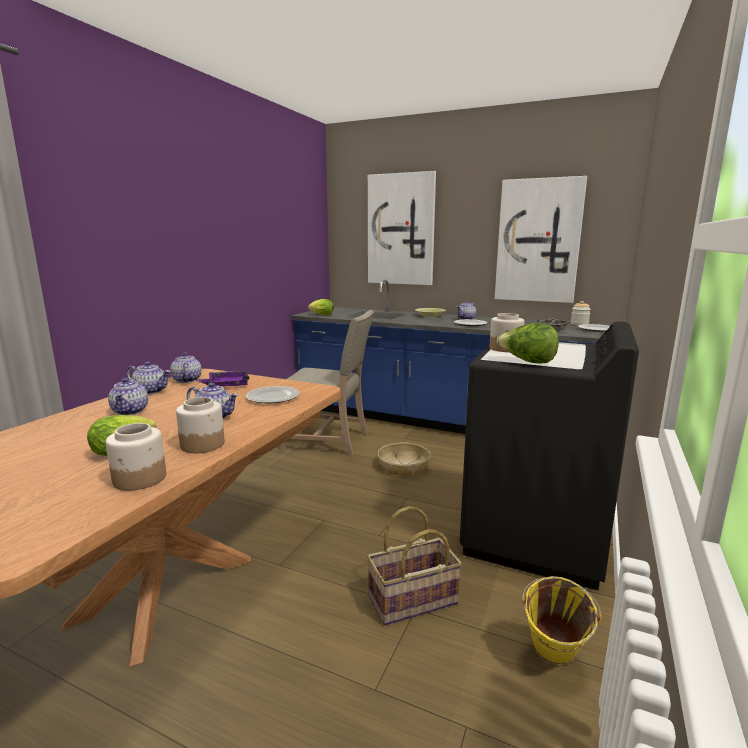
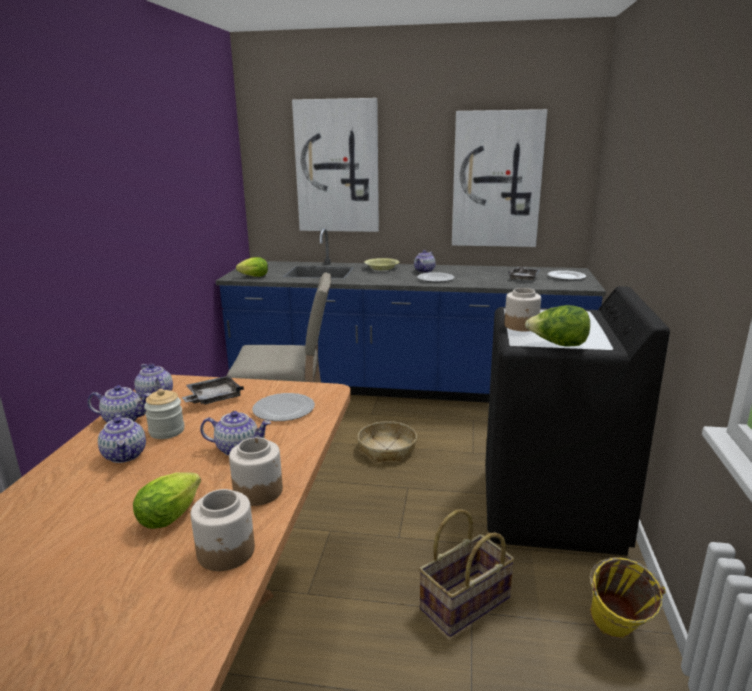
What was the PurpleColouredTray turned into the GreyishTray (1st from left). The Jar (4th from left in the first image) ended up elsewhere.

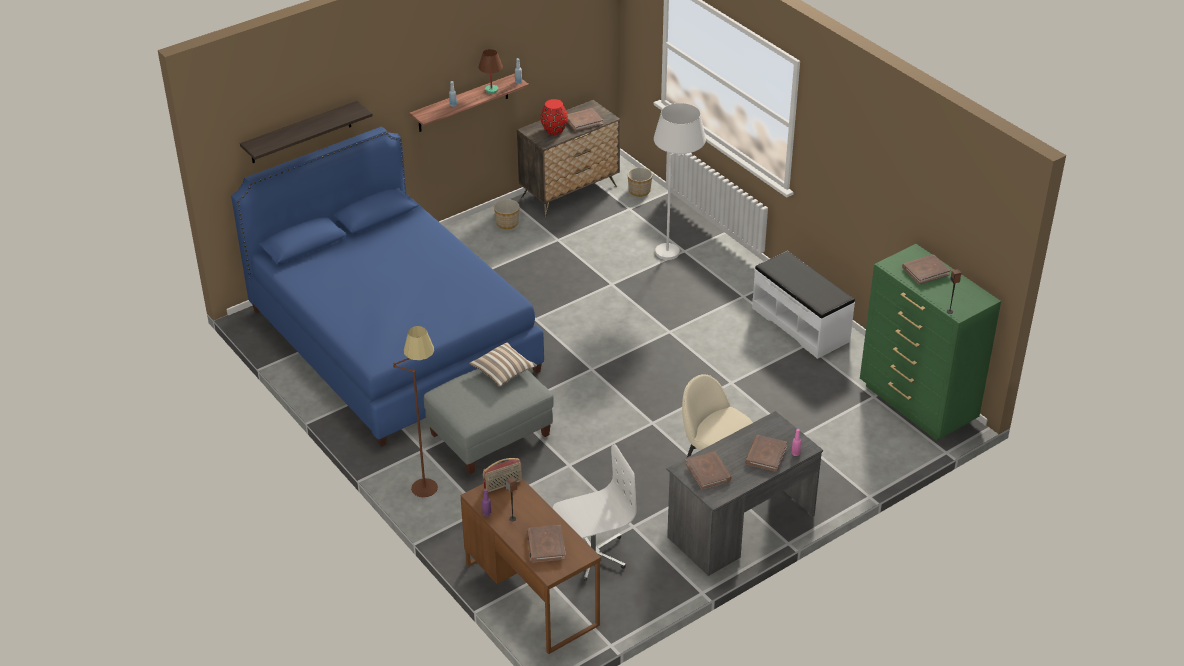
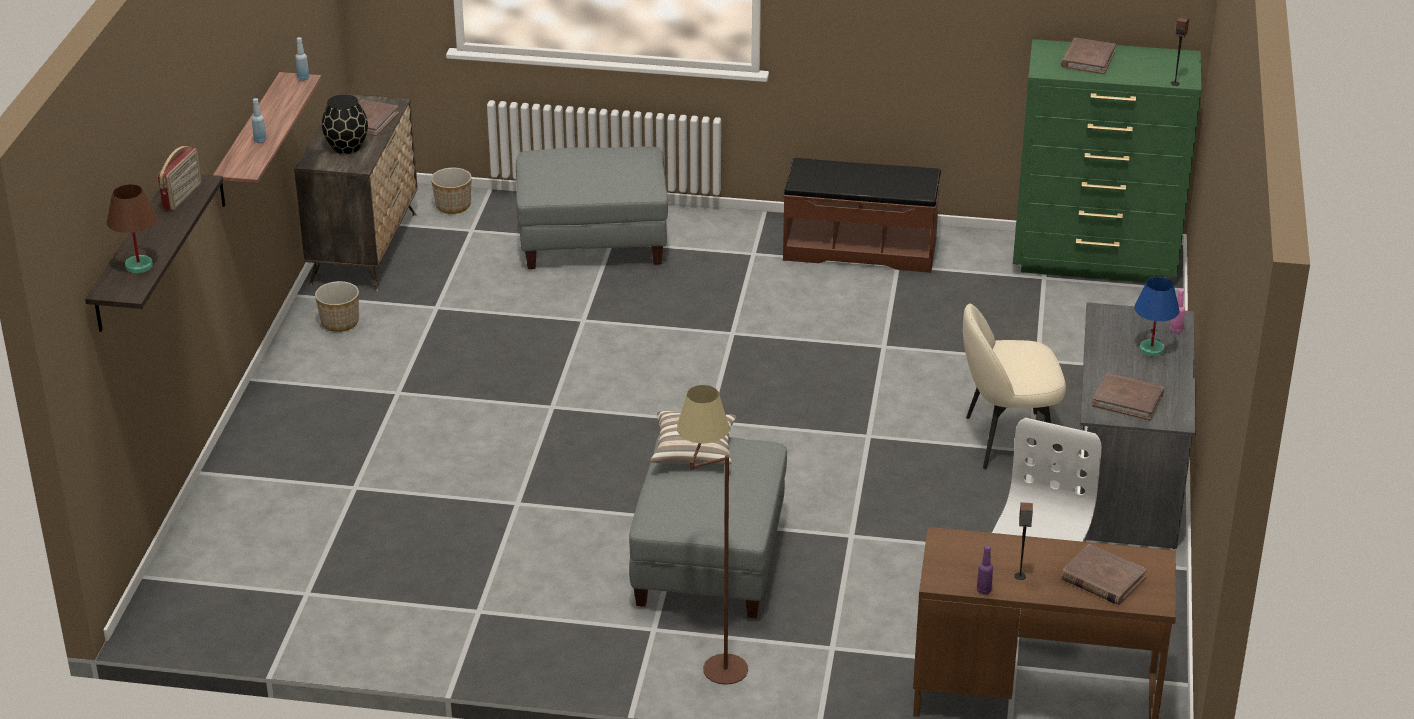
The second view lost the BluishBed. The BrownColouredTableLamp ended up elsewhere. The RadioReceiver ended up elsewhere. What was the RedDecorativeVase turned into the BlackColouredDecorativeVase. Where the WhiteStandingLamp stood, the GreyishOttoman (1st from left) came to stand. Where the BrownColouredBoundBook (4th from left) stood, the BluishTableLamp came to stand. What was the WhiteIndoorBench turned into the BrownColouredIndoorBench.

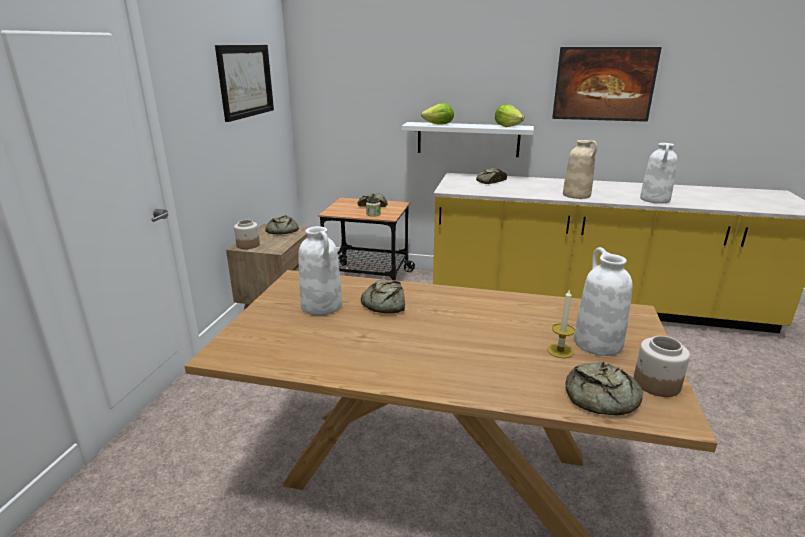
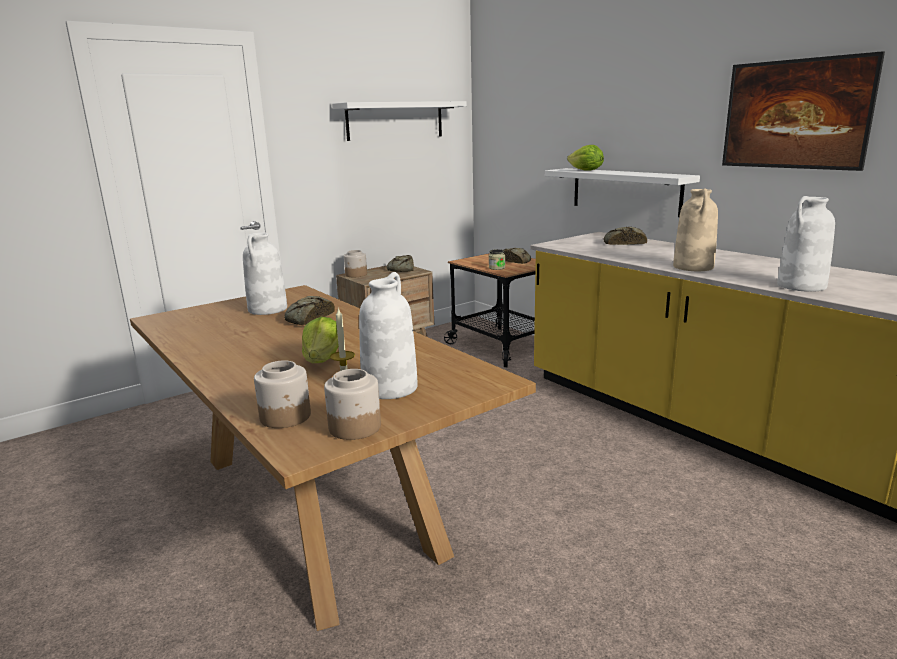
Where the WallPicture (1st from left) hung, the WhiteWallShelf (1st from left) came to hang. The HeadOfLettuce (2nd from left in the first image) ended up elsewhere. Where the BakeryBread (5th from left) stood, the Jar (1st from left) came to stand.

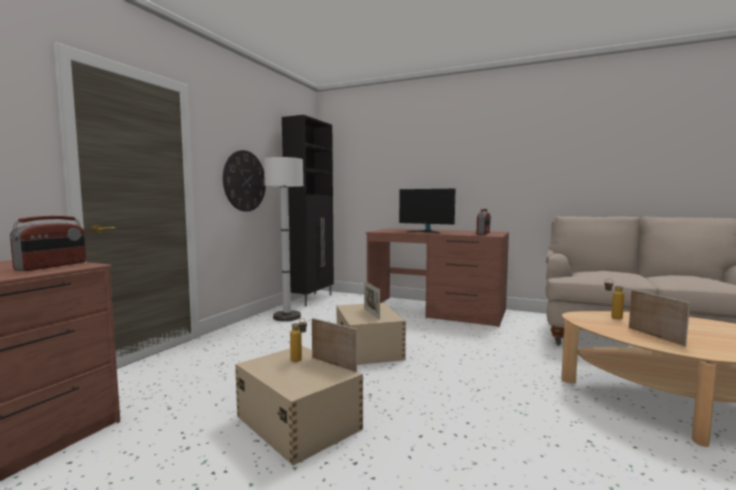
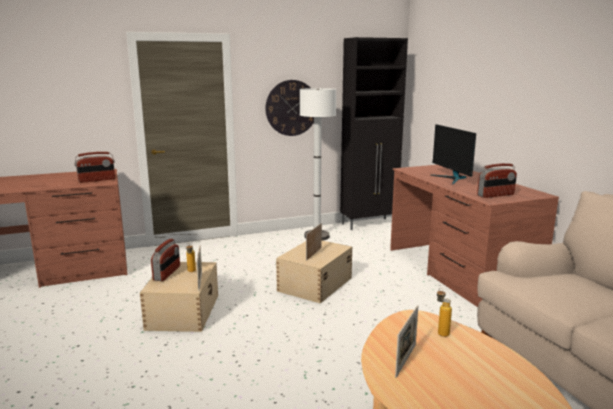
The second view gained the RadioReceiver (2nd from left).

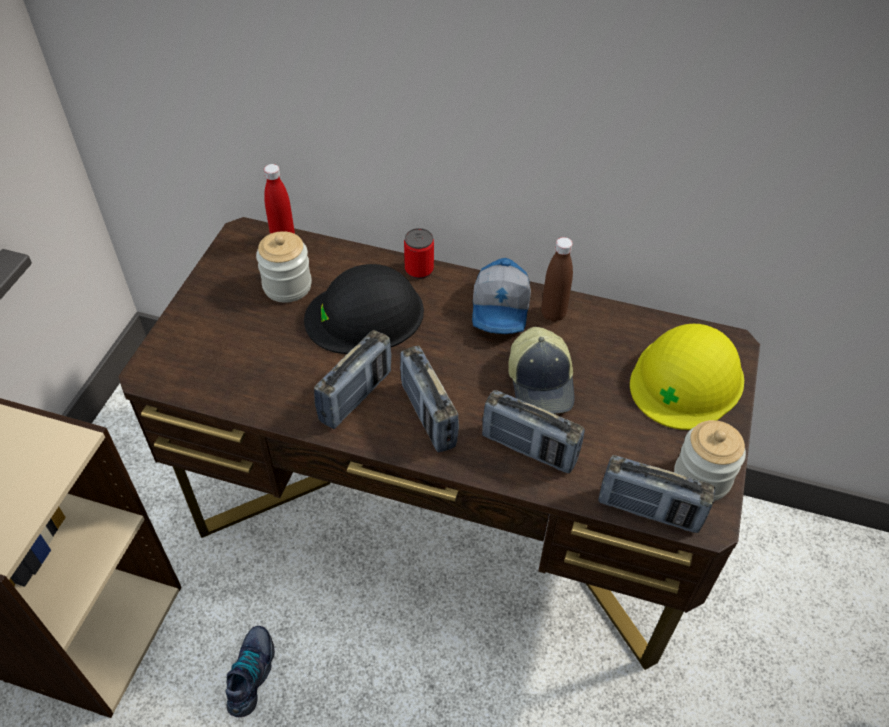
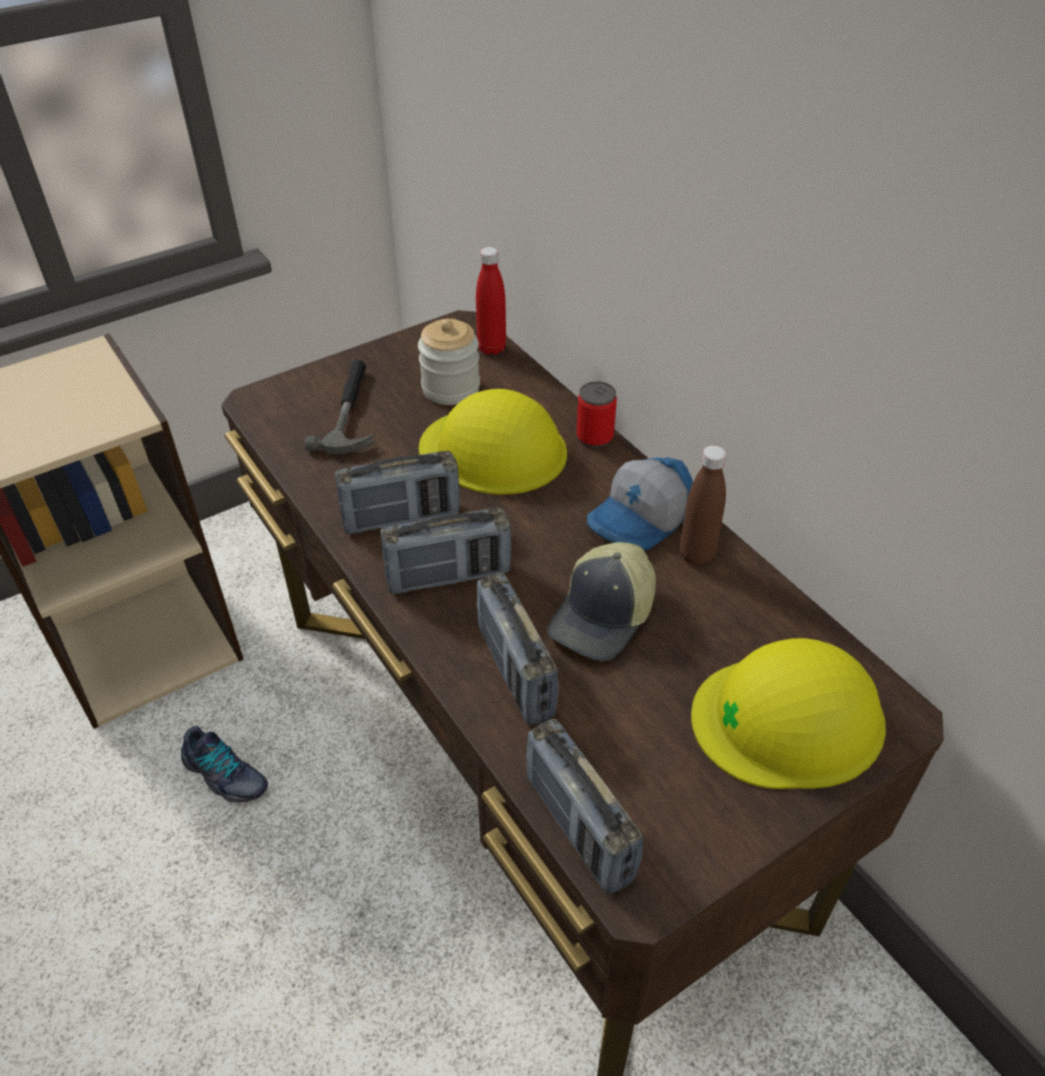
The Shoe ended up facing another way, 75 degrees clockwise from before. What was the BlackColouredWorkHelmet turned into the YellowishWorkHelmet (1st from left). The RadioReceiver (2nd from left) ended up facing another way, 120 degrees counterclockwise from before. The second view lost the Jar (2nd from left). The second view gained the ToolHammer.

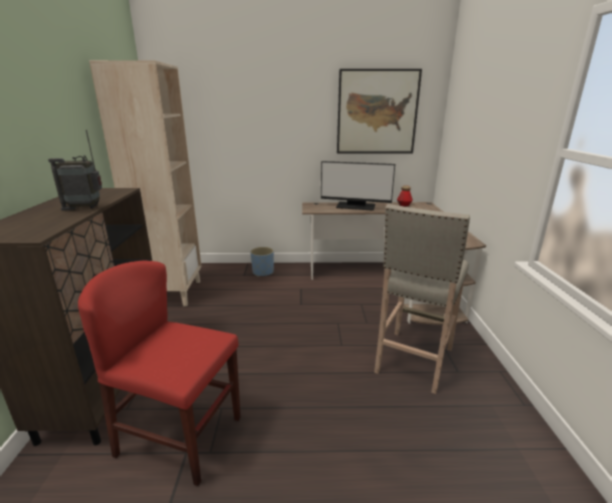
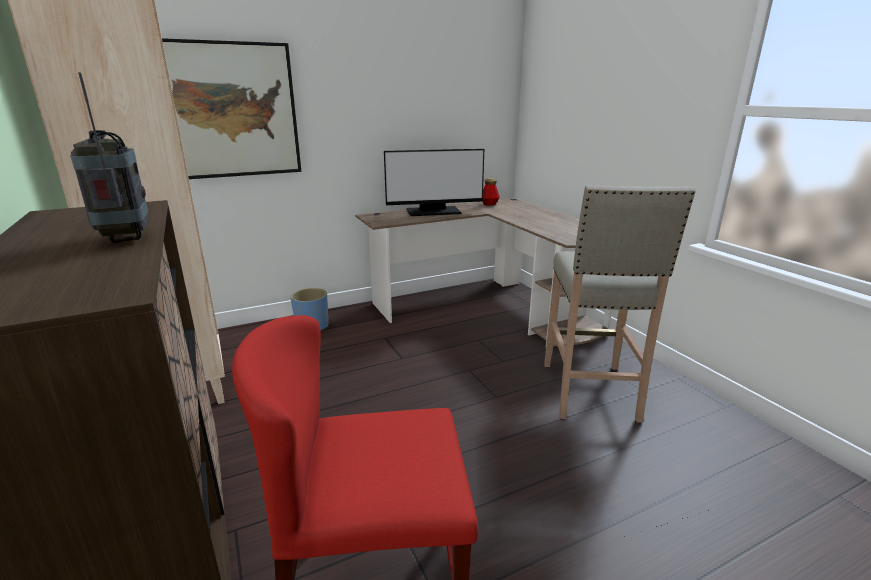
The RadioReceiver ended up facing another way, 105 degrees clockwise from before. The WallPicture ended up elsewhere.

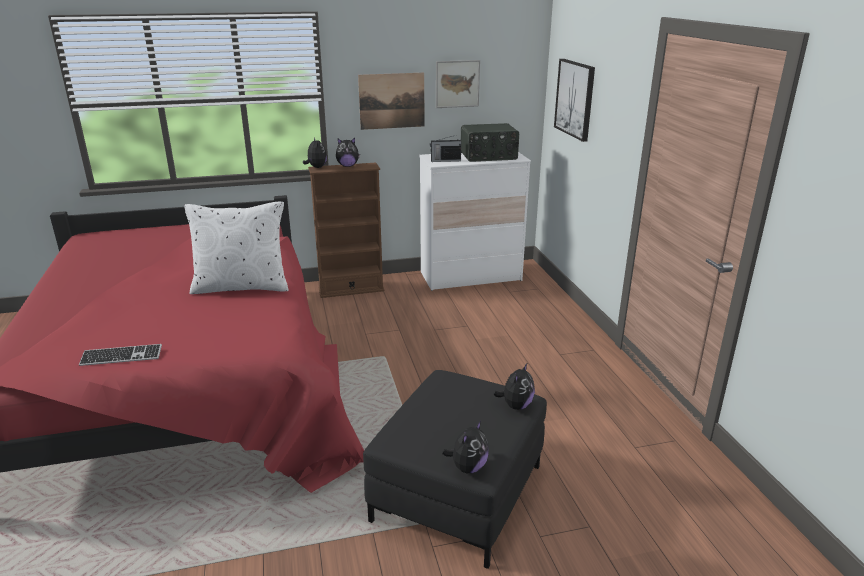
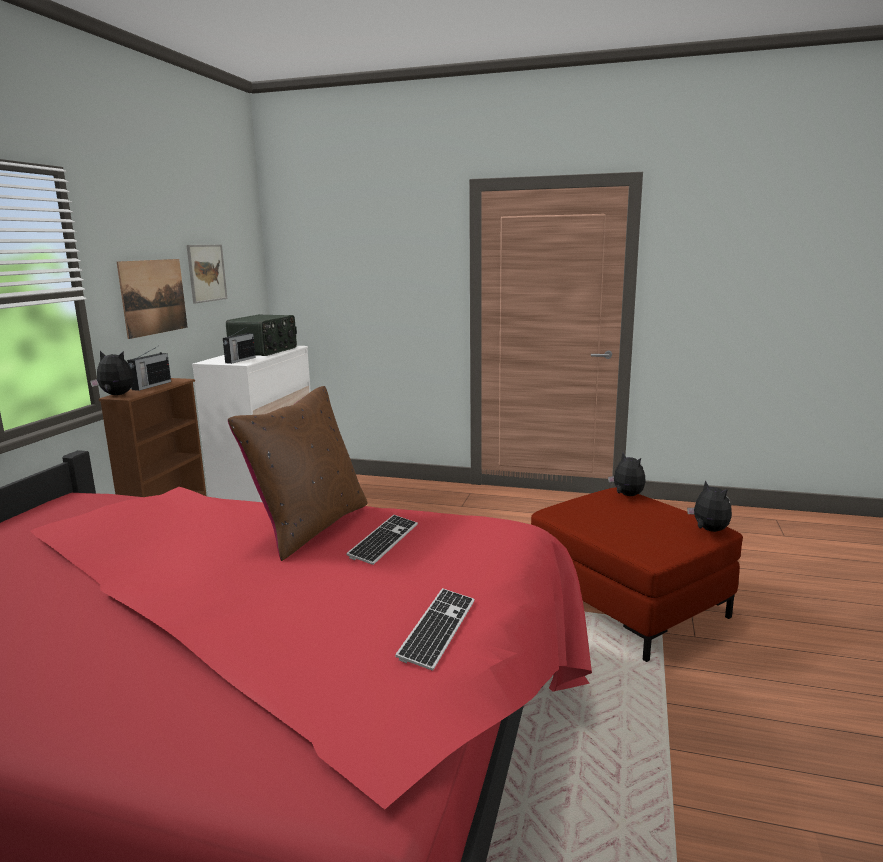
What was the WhiteThrowPillow turned into the BrownColouredThrowPillow. Where the SoftToy (2nd from left) stood, the RadioReceiver (1st from left) came to stand. What was the BlackColouredOttoman turned into the RedOttoman. The second view lost the WallPicture (3rd from left). The second view gained the Keyboard (1st from left).

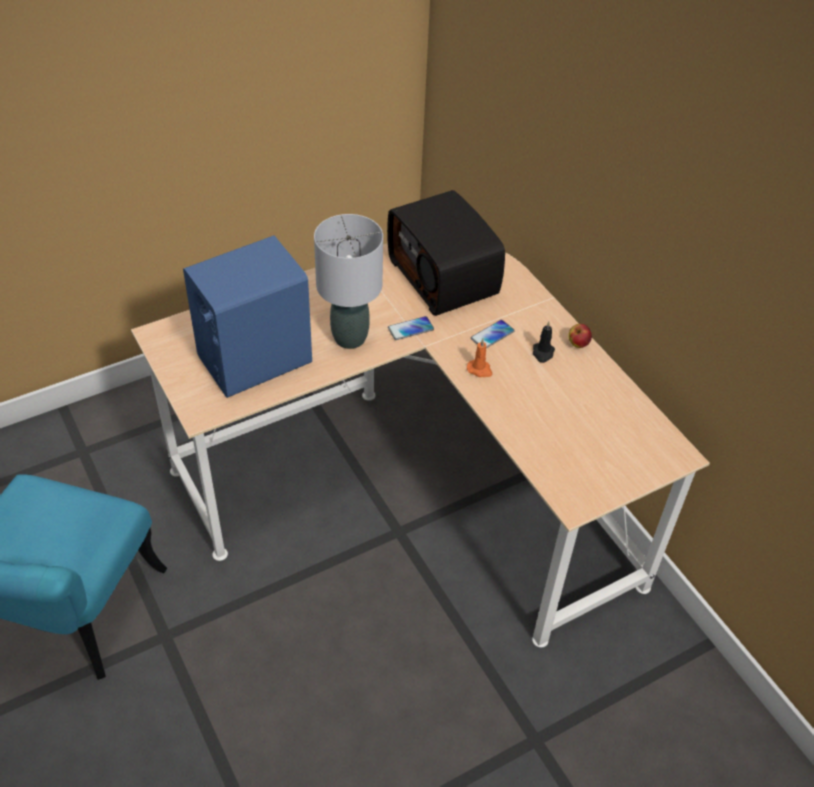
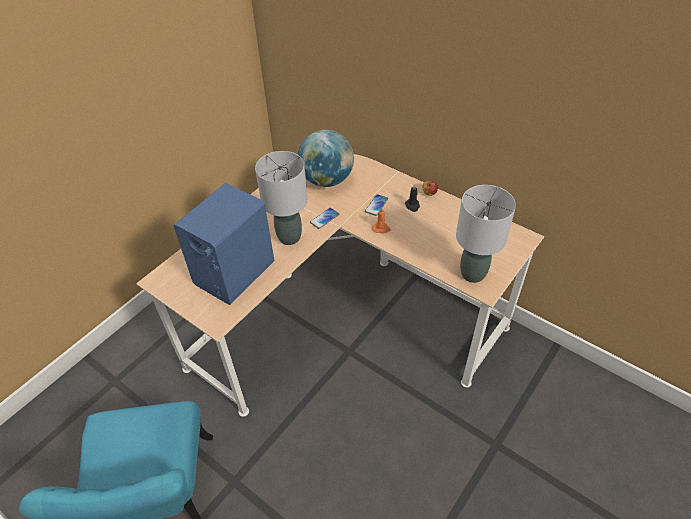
Where the RadioReceiver stood, the DeskGlobe came to stand. The second view gained the GreyishTableLamp (2nd from left).

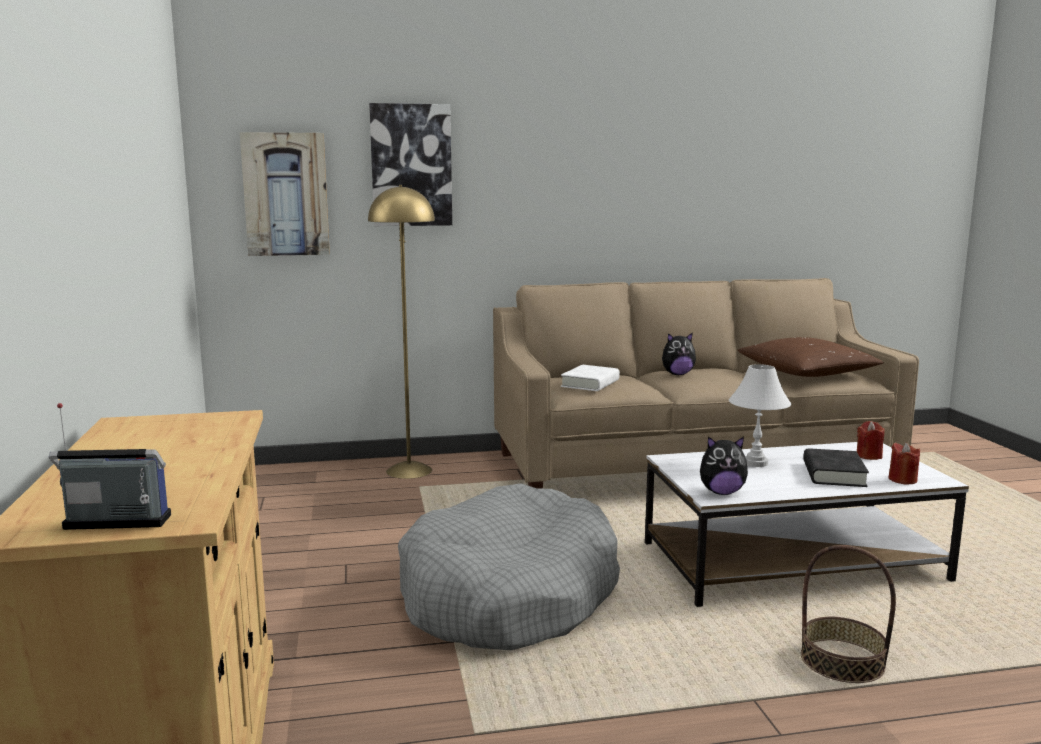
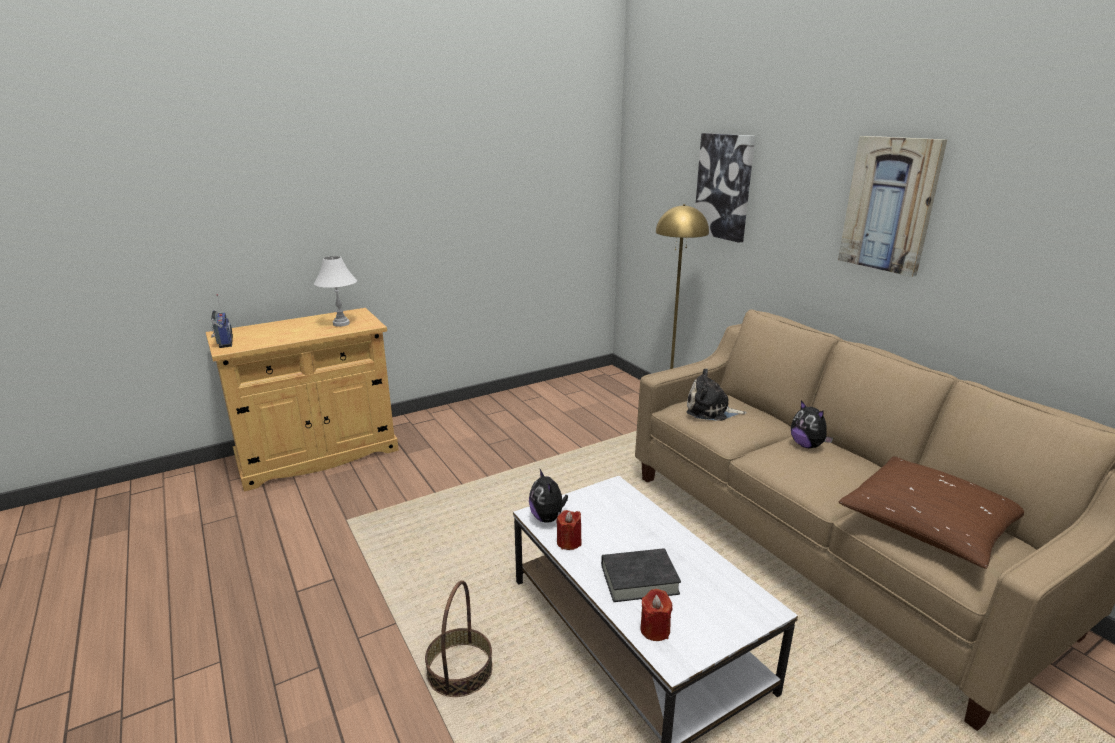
The WallPicture (1st from left in the first image) ended up elsewhere. The second view lost the GreyishDogCushion. Where the WhiteBoundBook stood, the SoftToy (2nd from left) came to stand. The WhiteTableLamp ended up elsewhere. The RedCandle (1st from left) ended up elsewhere.

